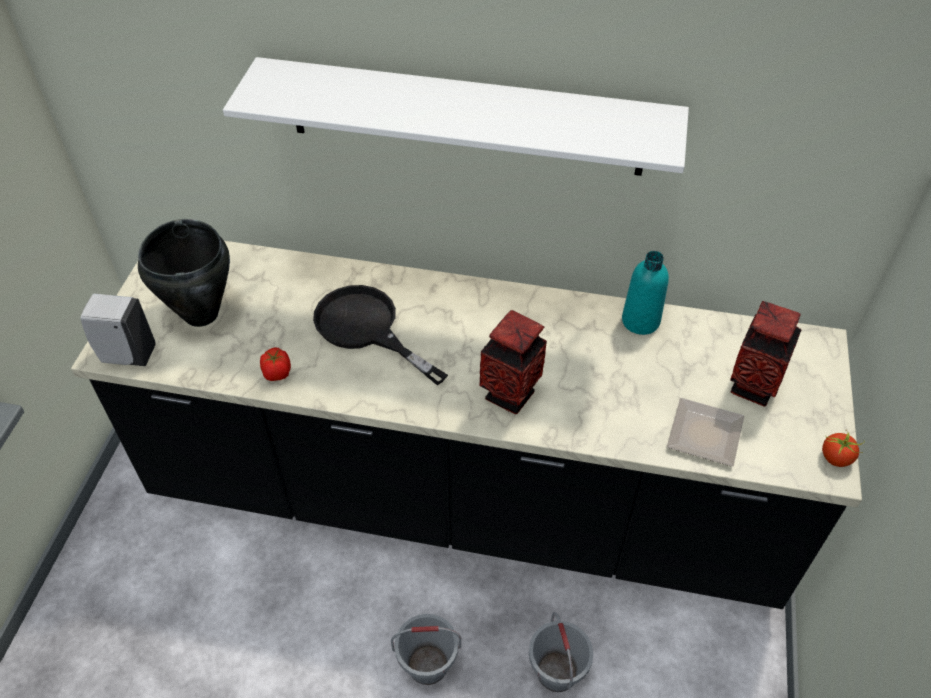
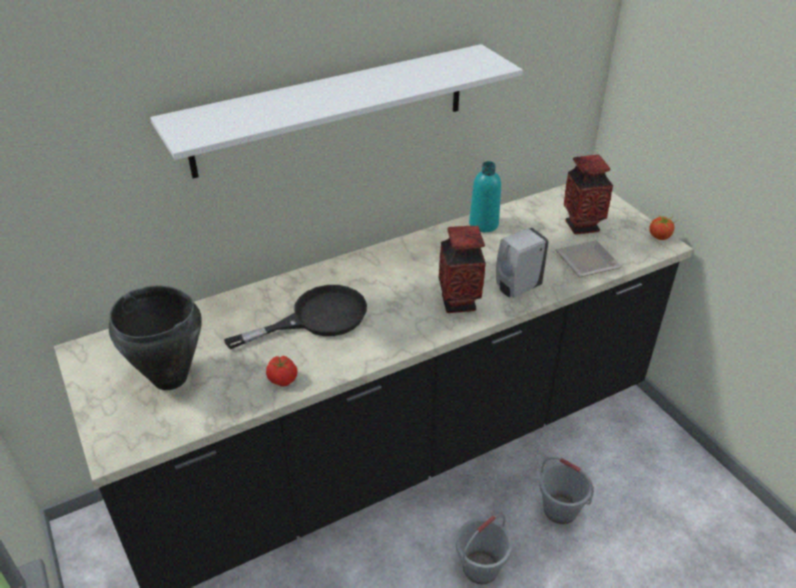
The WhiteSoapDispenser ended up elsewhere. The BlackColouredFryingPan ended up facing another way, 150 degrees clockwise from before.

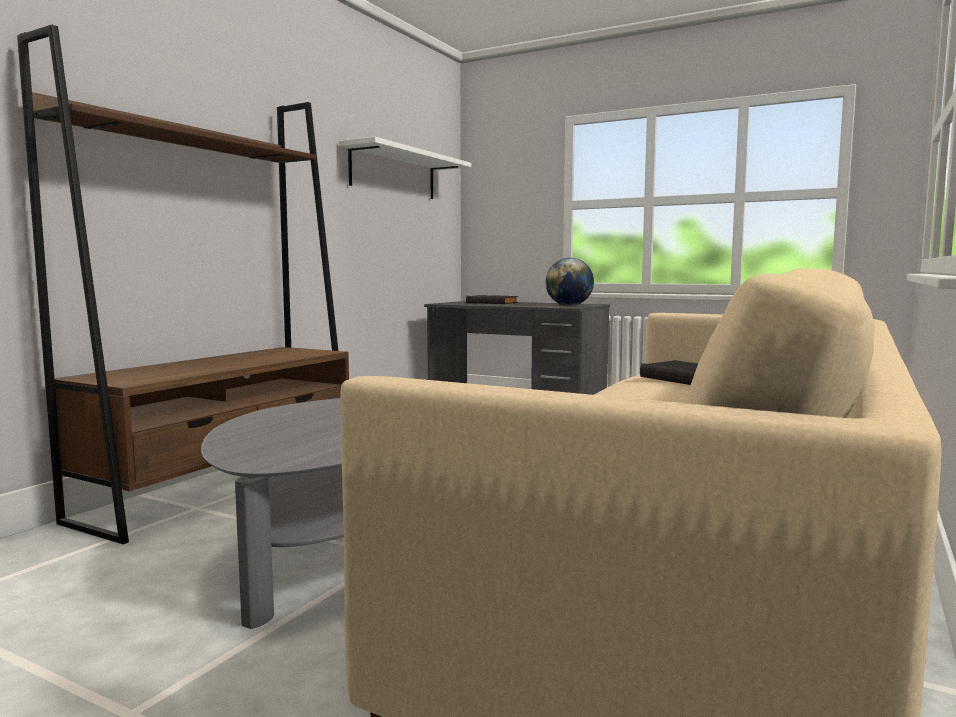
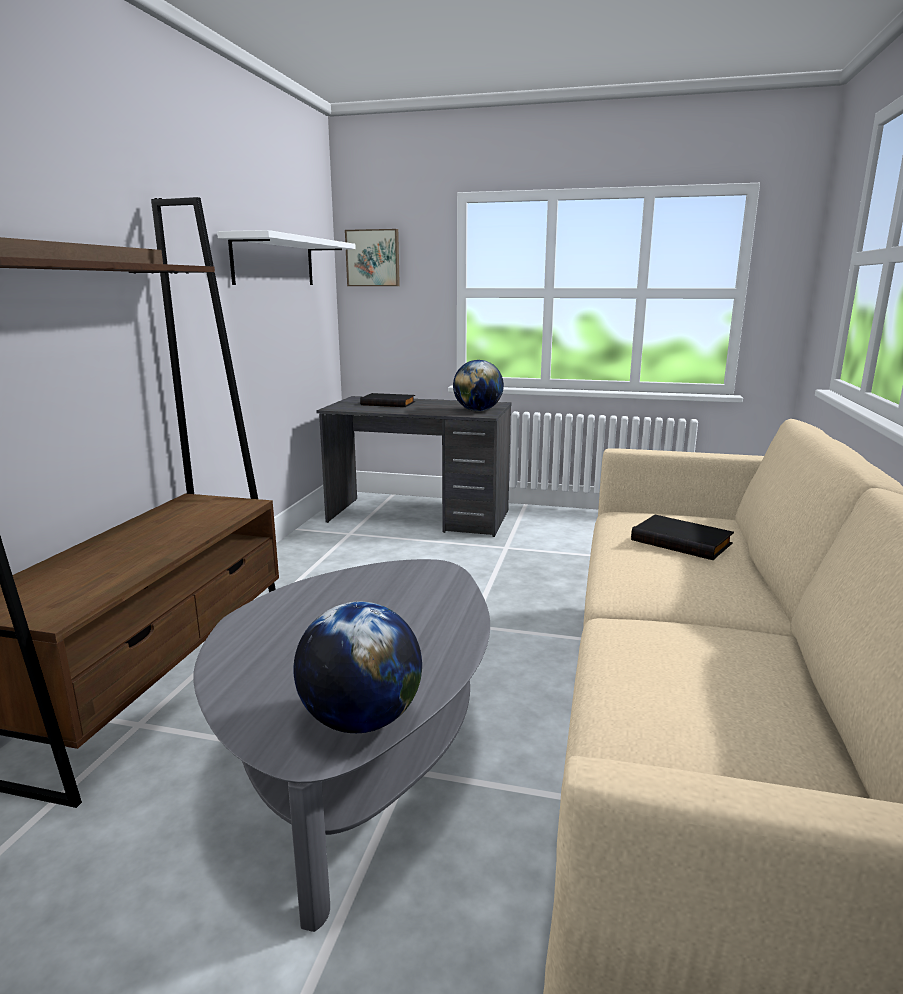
The second view gained the DeskGlobe (1st from left). The second view gained the WallPicture.

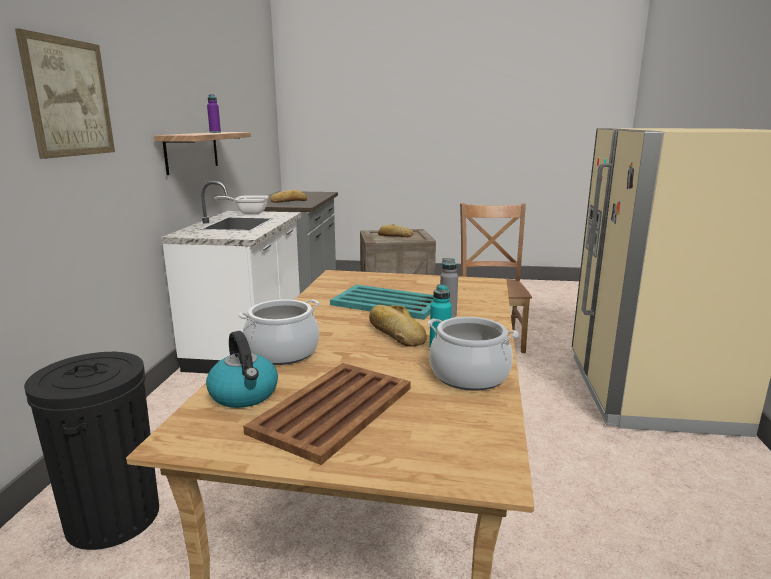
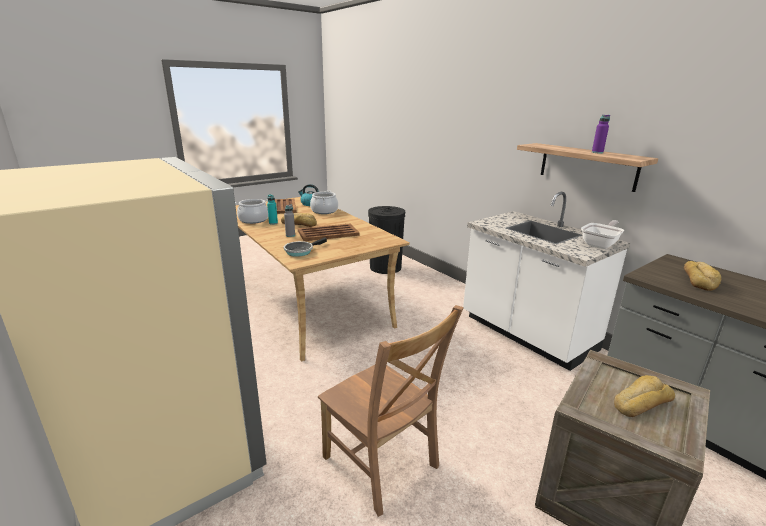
The second view lost the WallPicture. What was the TurquoiseColouredTray turned into the BrownColouredTray (2nd from left). The second view gained the FryingPan (1st from left).

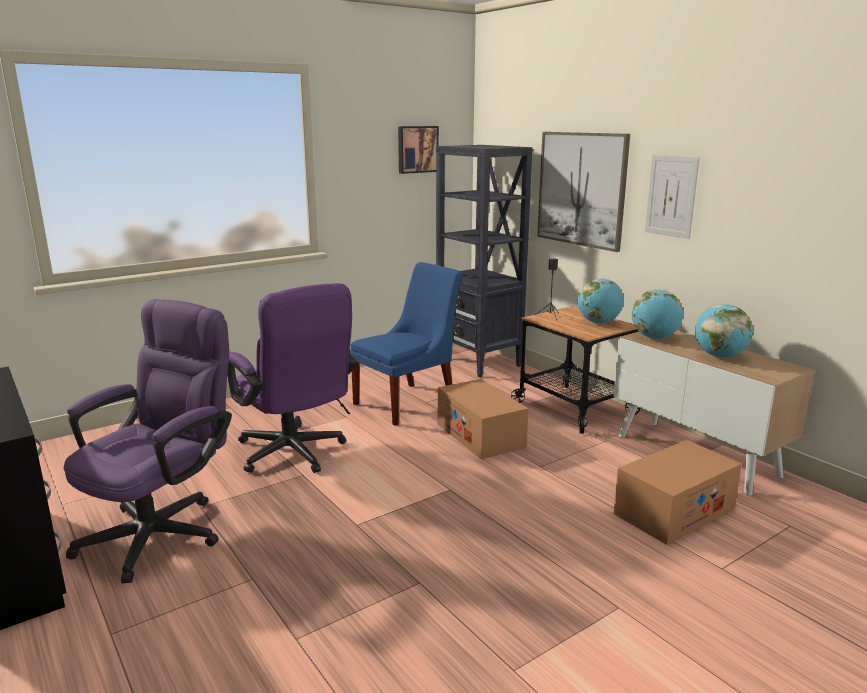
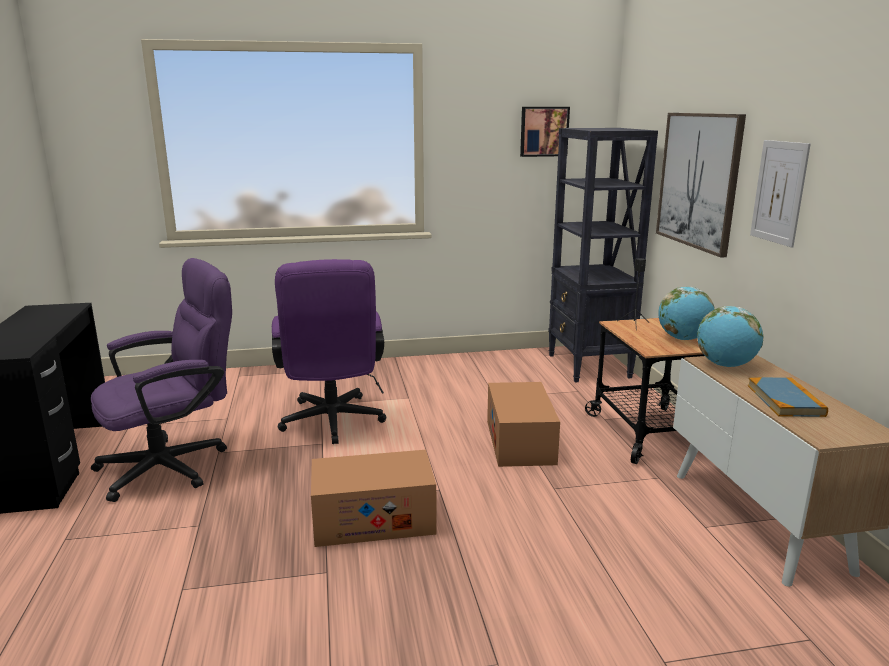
The second view lost the BluishUprightChair. The CardboardBox (2nd from left in the first image) ended up elsewhere. Where the DeskGlobe (3rd from left) stood, the BoundBook came to stand.

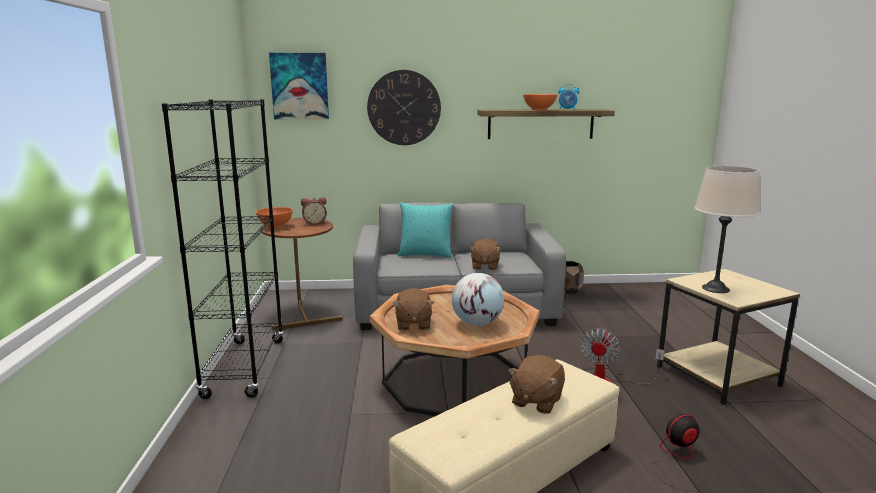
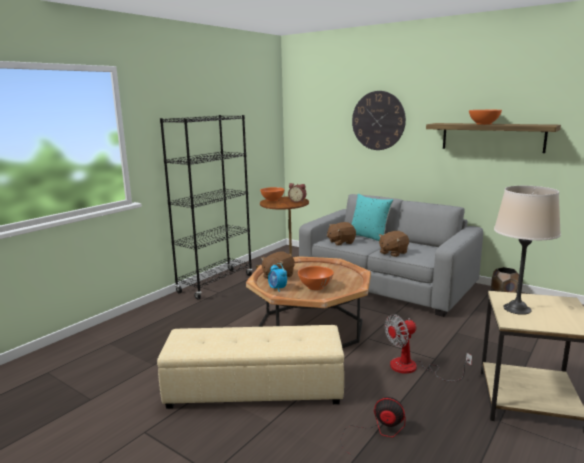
The second view lost the WallPicture. Where the DeskGlobe stood, the OrangeDeepDish (2nd from left) came to stand. The BrownColouredSoftToy (3rd from left in the first image) ended up elsewhere. The BedsideClock (2nd from left in the first image) ended up elsewhere.

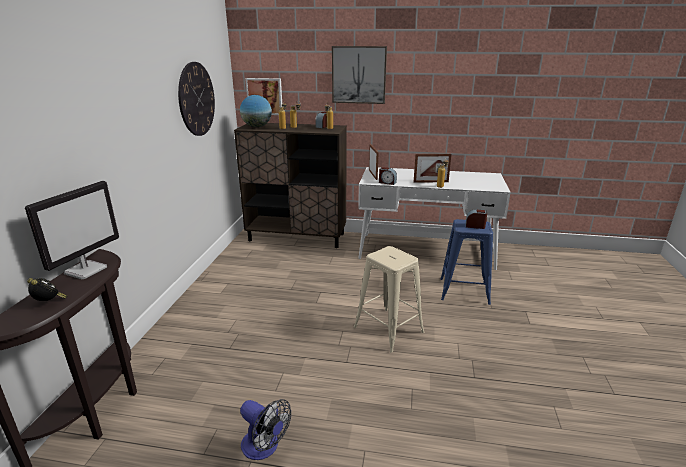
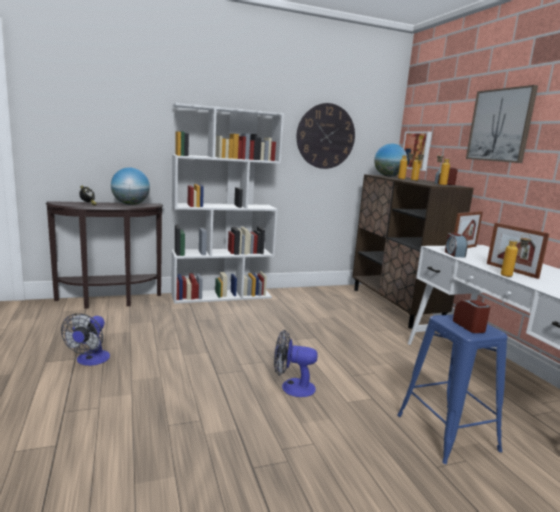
Where the Monitor stood, the DeskGlobe (1st from left) came to stand. Where the BeigeStoolSeat stood, the Fan (2nd from left) came to stand. The second view gained the WhiteBookshelf.

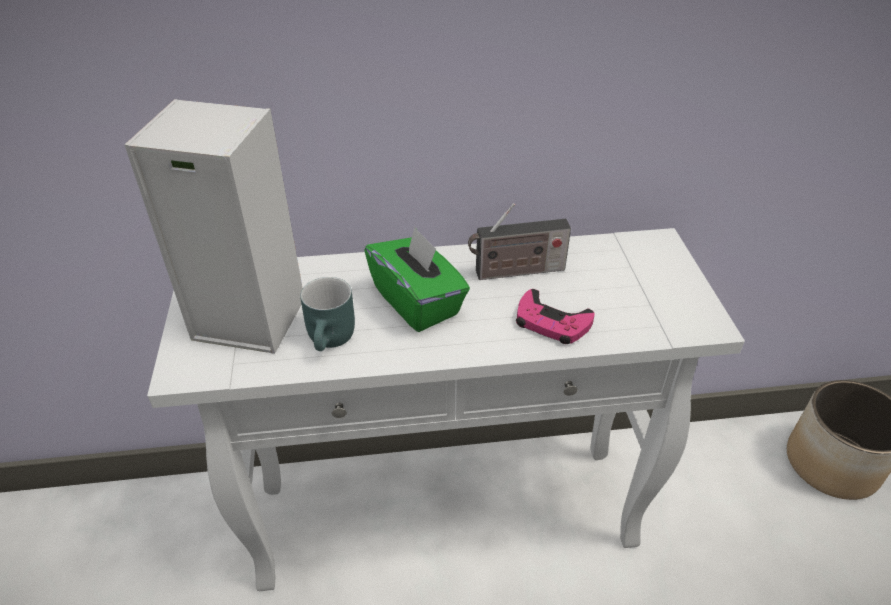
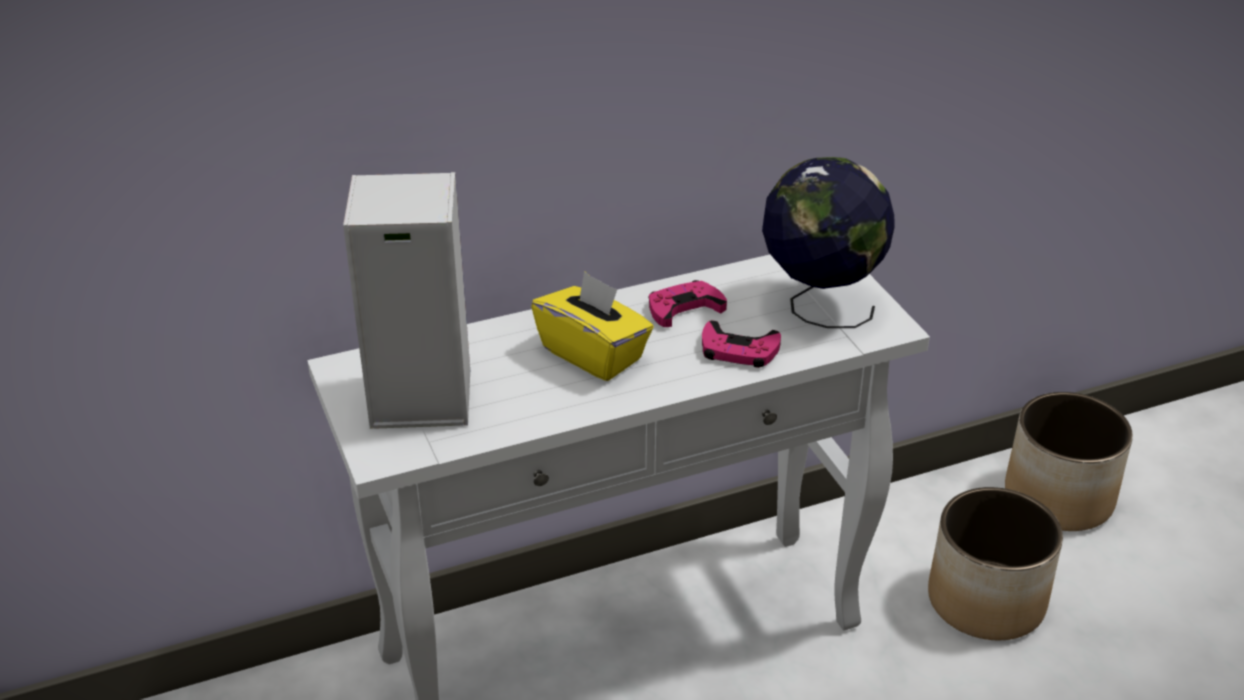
The second view lost the TurquoiseColouredMug. What was the GreenishBoxOfTissues turned into the YellowishBoxOfTissues. Where the RadioReceiver stood, the PinkColouredGamepad (1st from left) came to stand. The second view gained the DeskGlobe. The second view gained the Planter (1st from left).

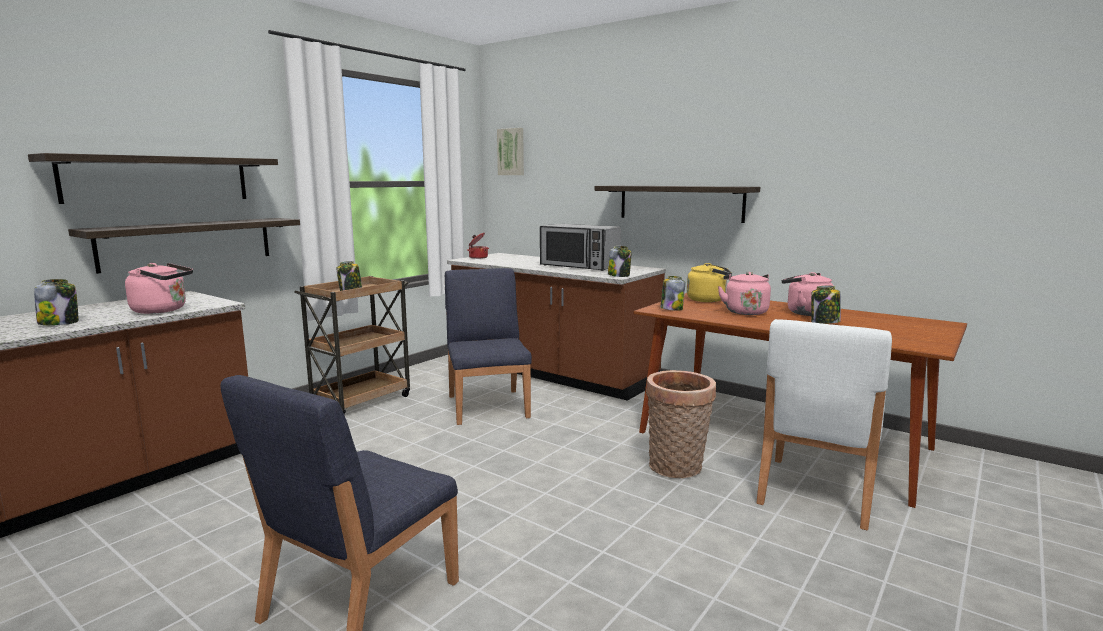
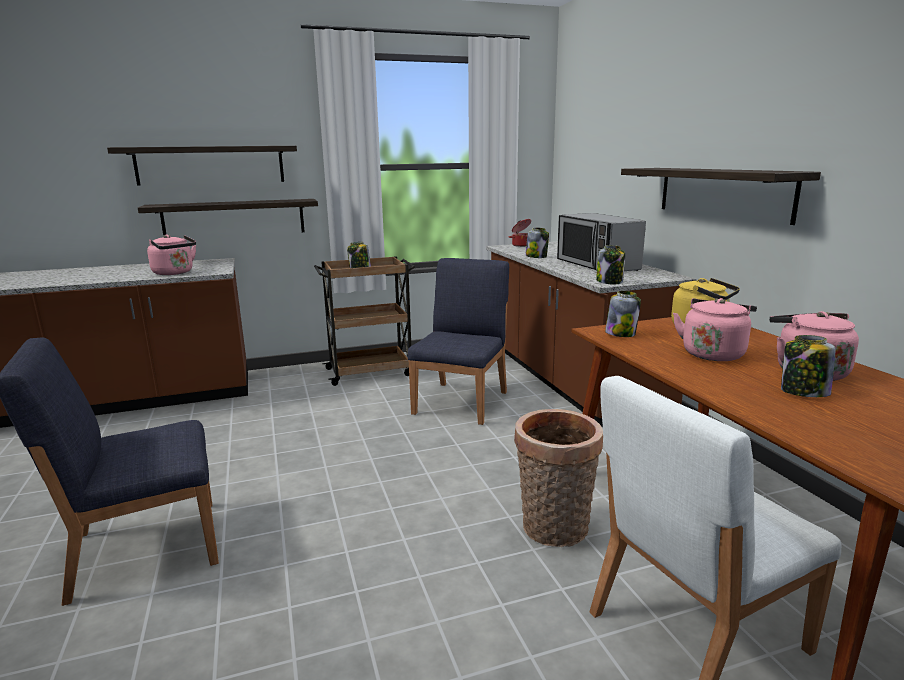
The Jar (1st from left in the first image) ended up elsewhere. The second view lost the WallPicture.

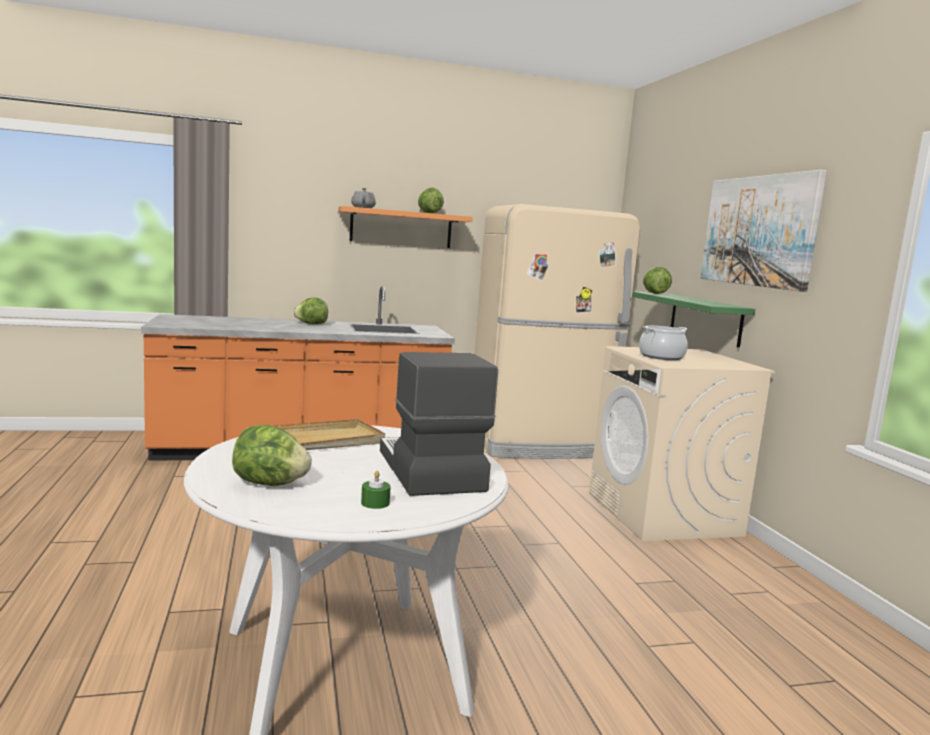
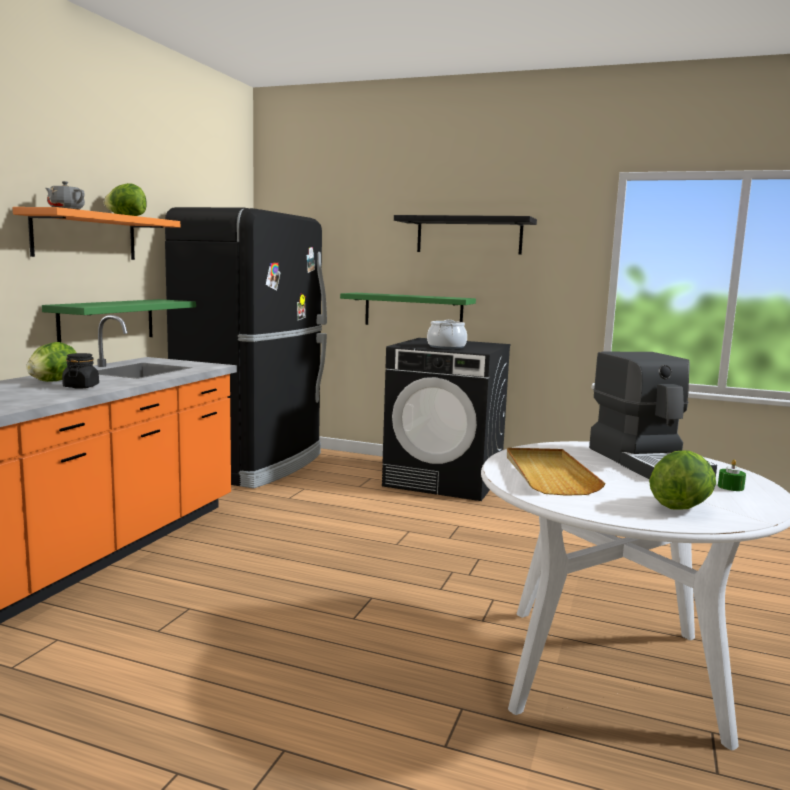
The CoffeeMachine ended up facing another way, 120 degrees counterclockwise from before. What was the BeigeFridge turned into the BlackColouredFridge. What was the BeigeLaundryMachine turned into the BlackColouredLaundryMachine. The second view lost the HeadOfLettuce (4th from left). Where the WallPicture hung, the BlackColouredWallShelf came to hang. The second view gained the GreenishWallShelf (1st from left). The second view gained the BlackColouredJar.

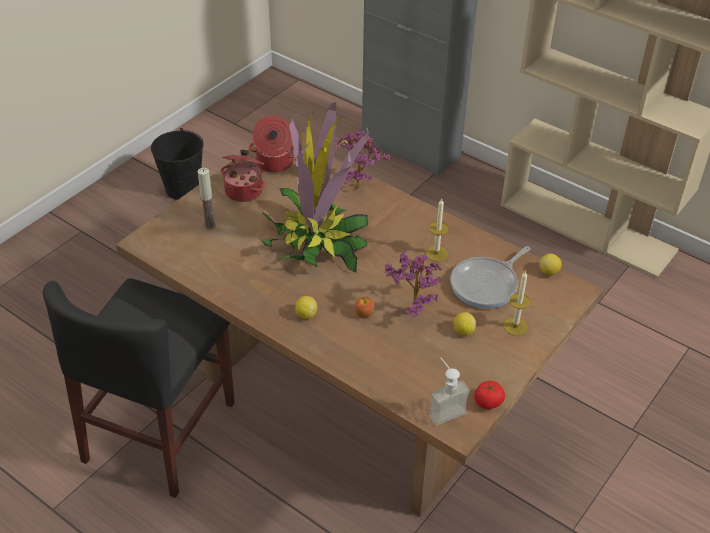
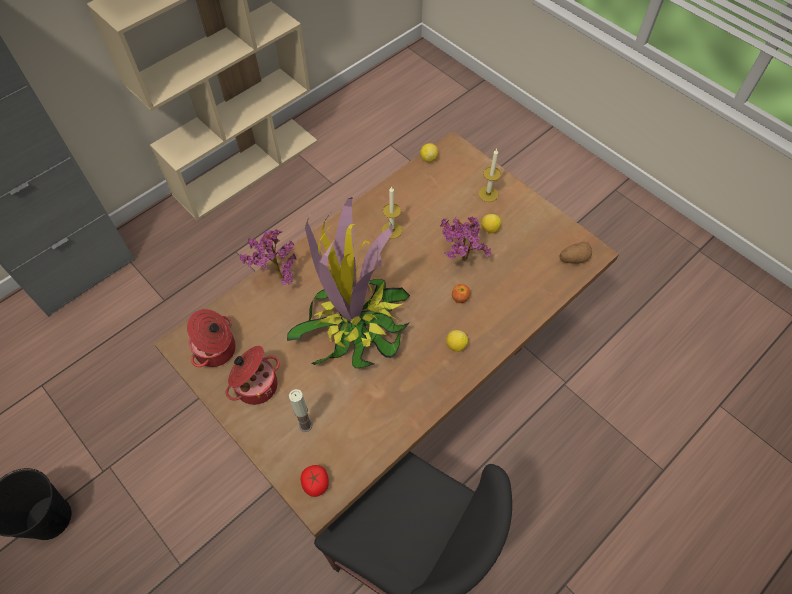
Where the SoapDispenser stood, the Spud came to stand. The second view lost the FryingPan. The WholeTomato ended up elsewhere.

